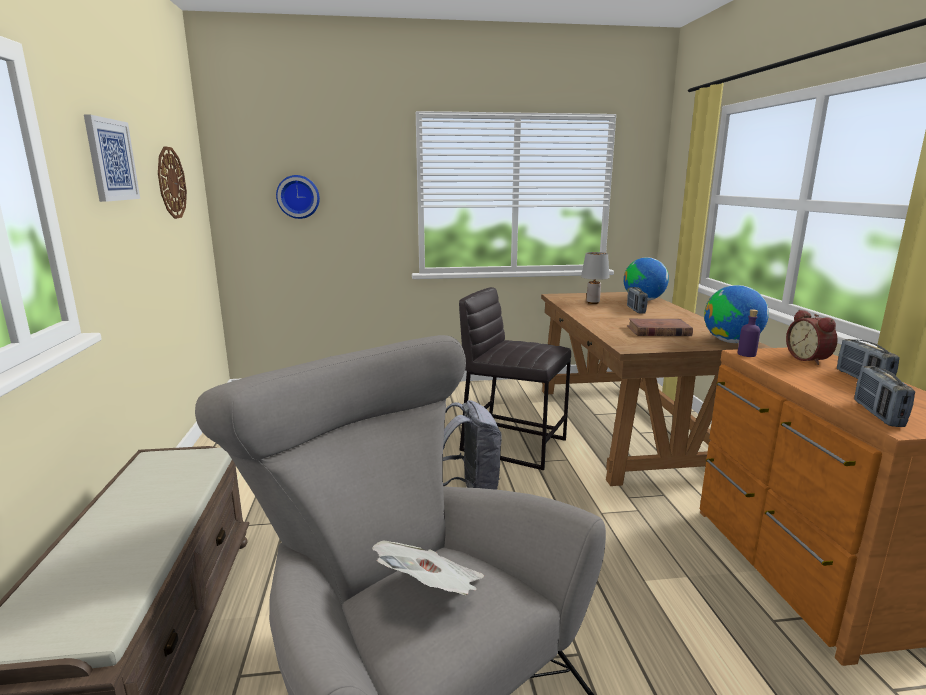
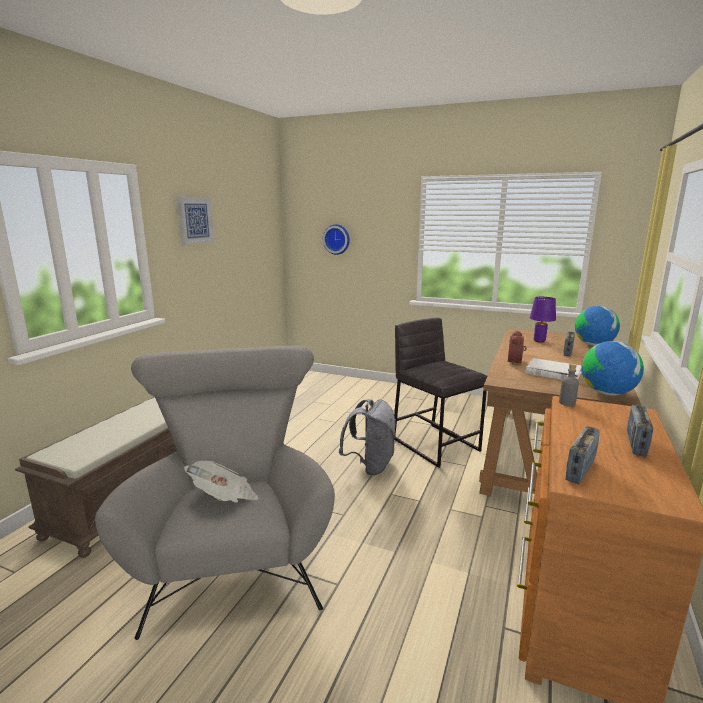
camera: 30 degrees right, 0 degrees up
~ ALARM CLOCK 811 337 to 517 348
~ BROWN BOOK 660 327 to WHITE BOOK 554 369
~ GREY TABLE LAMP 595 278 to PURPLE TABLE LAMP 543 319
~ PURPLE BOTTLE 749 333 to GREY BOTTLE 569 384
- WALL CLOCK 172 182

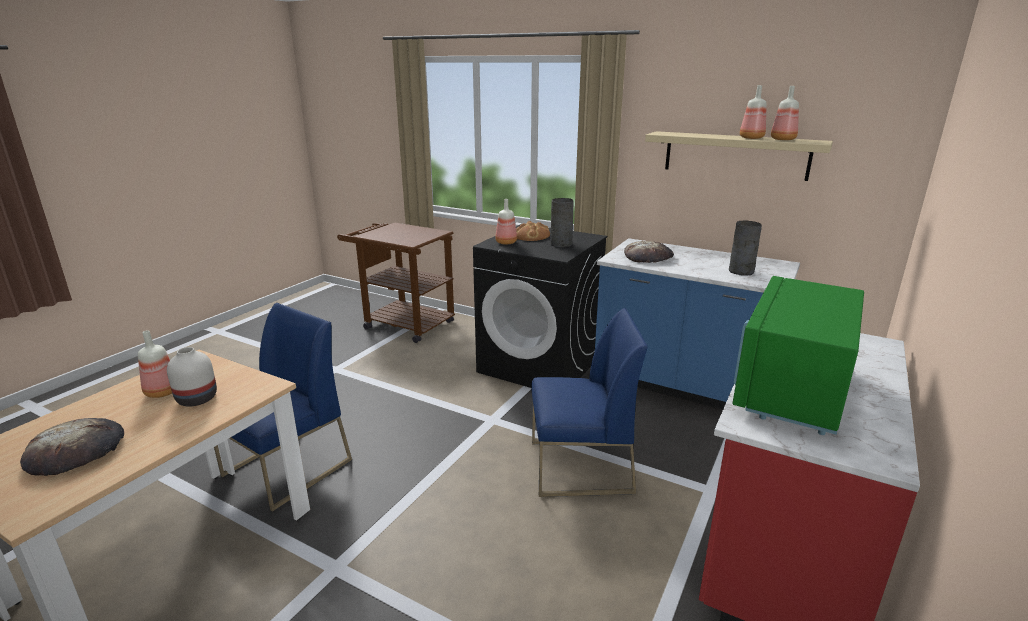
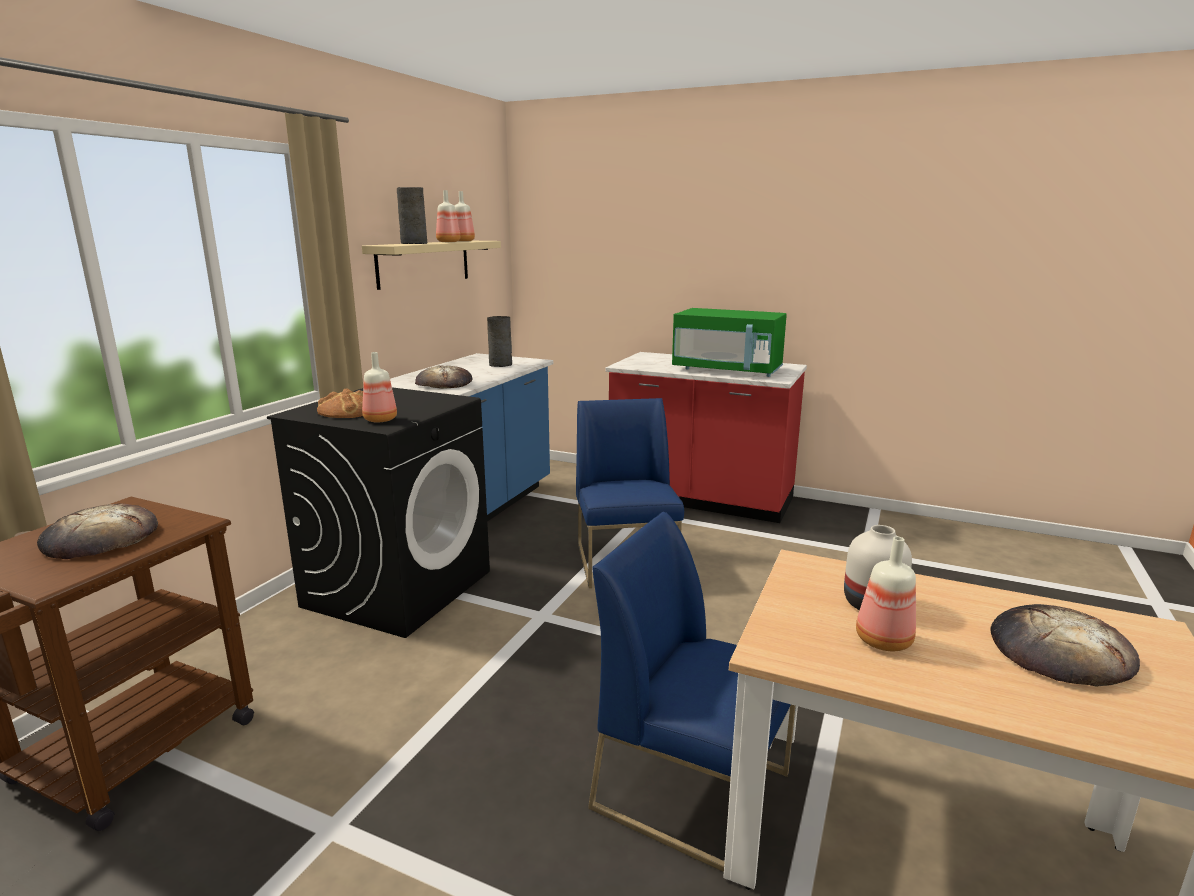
camera: 95 degrees left, 5 degrees down
+ BREAD 97 531
~ GREY VASE 562 223 to 412 215

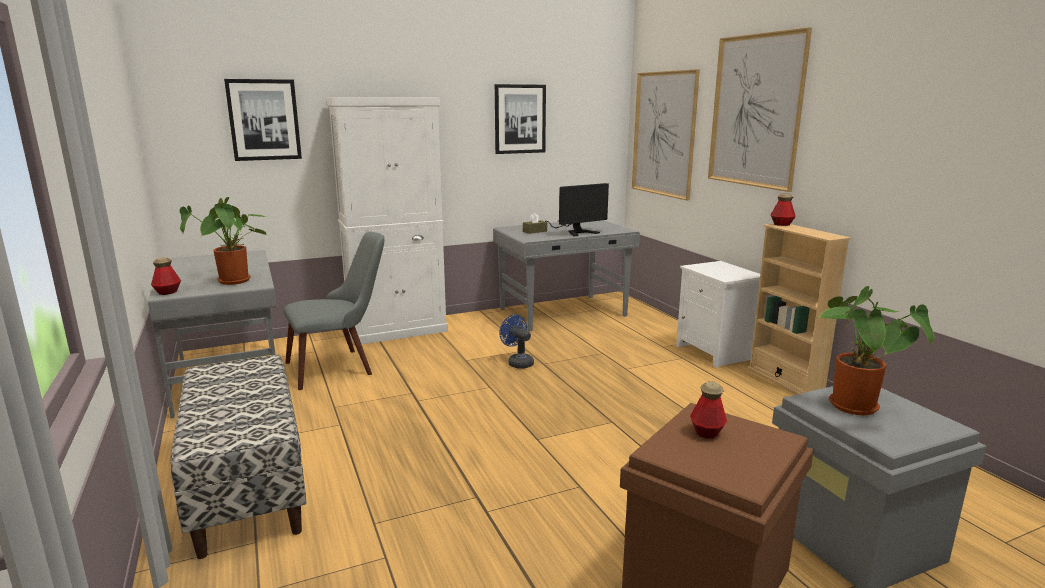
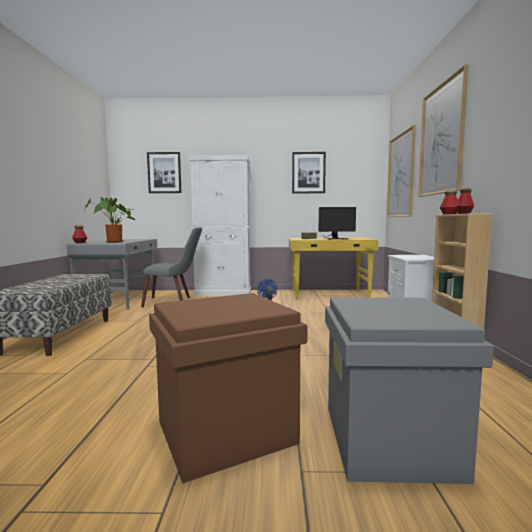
camera: 25 degrees right, 10 degrees down
~ GREY DESK 566 275 to YELLOW DESK 334 268
~ BOTTLE 708 410 to 464 200
- POTTED PLANT 876 350

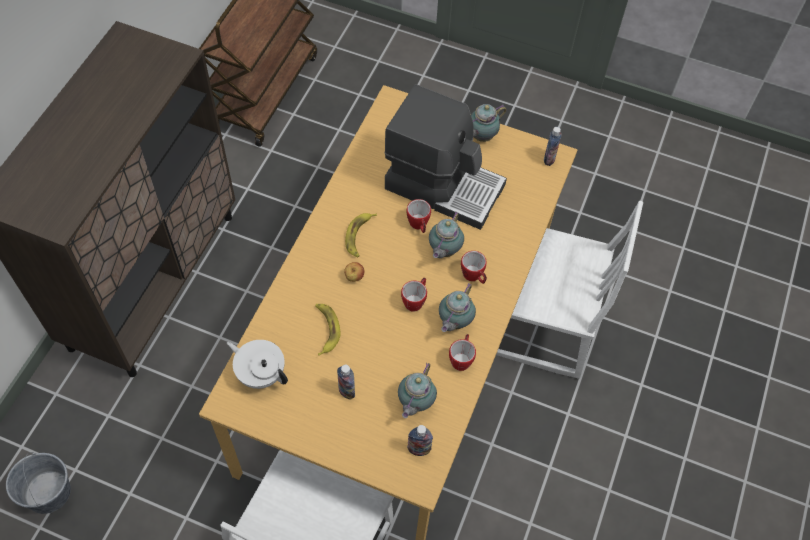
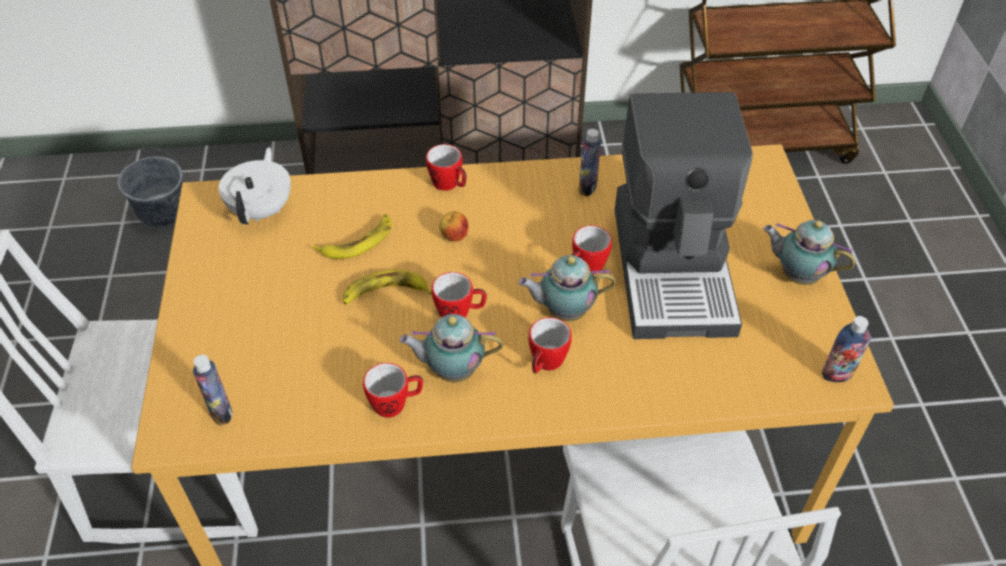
camera: 65 degrees right, 10 degrees down
~ BANANA 361 235 to 387 287
+ MUG 446 167
~ BOTTLE 346 382 to 590 162
- TEAPOT 417 390

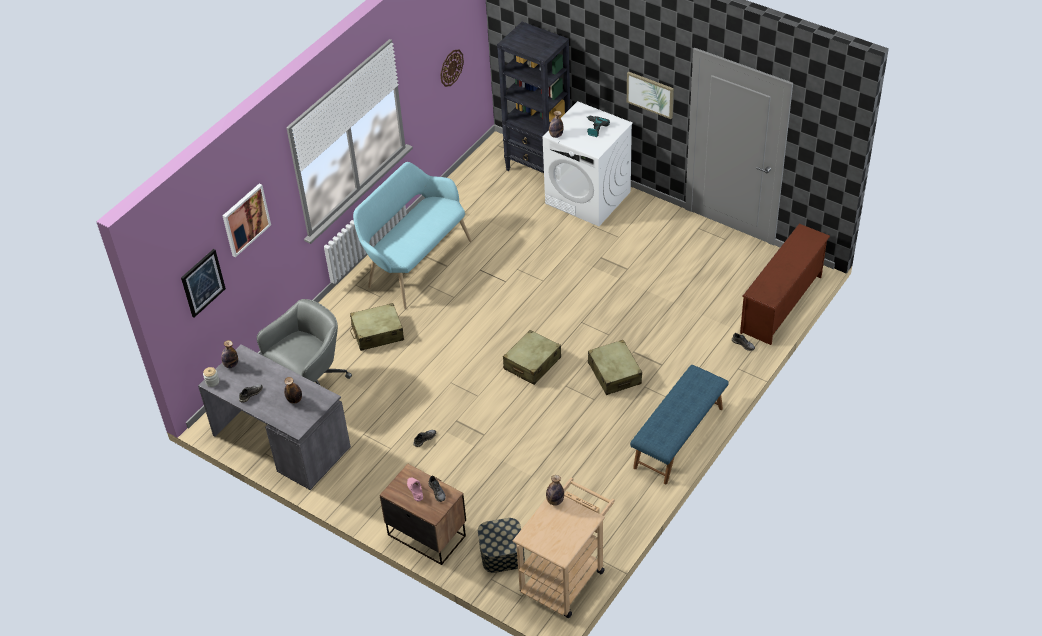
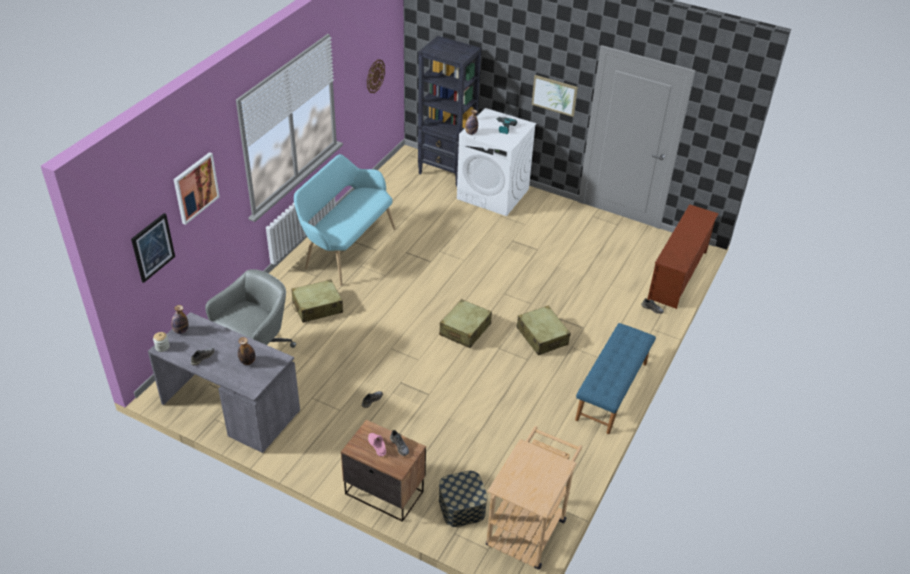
camera: 10 degrees left, 5 degrees down
- BOTTLE 555 490

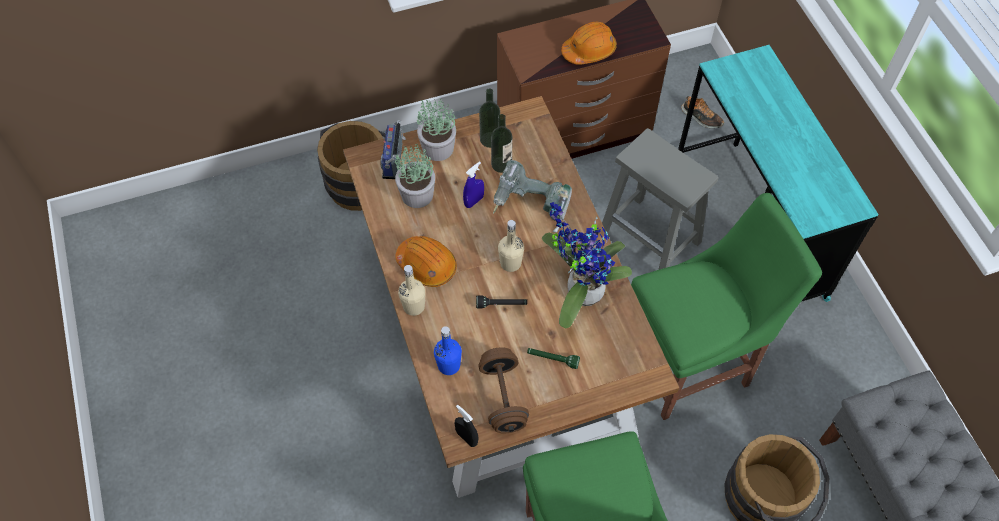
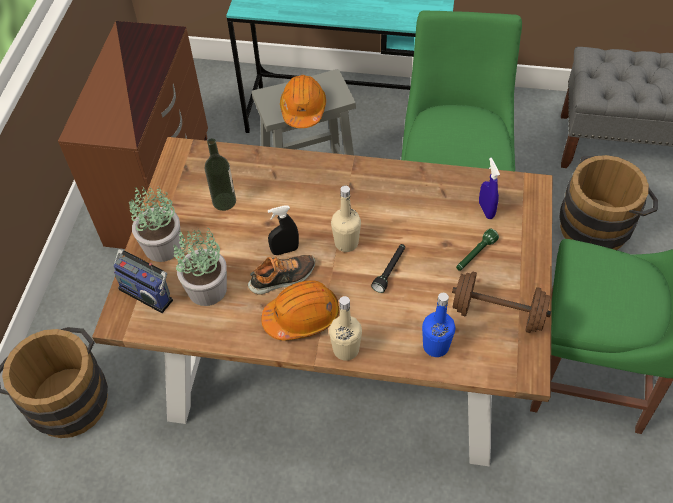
camera: 60 degrees left, 5 degrees down
~ SHOE 702 112 to 281 275
~ BLACK SPRAY BOTTLE 466 426 to 283 230
~ ORANGE HARD HAT 589 43 to 303 101
~ BLUE SPRAY BOTTLE 473 184 to 489 188
- BOTTLE 489 118
- POWER DRILL 532 196
- POTTED PLANT 587 265

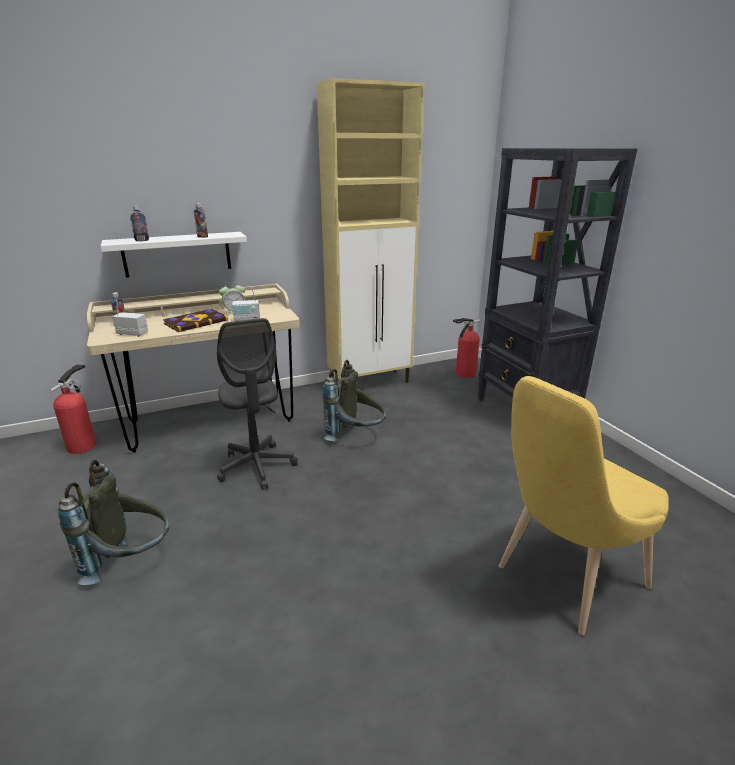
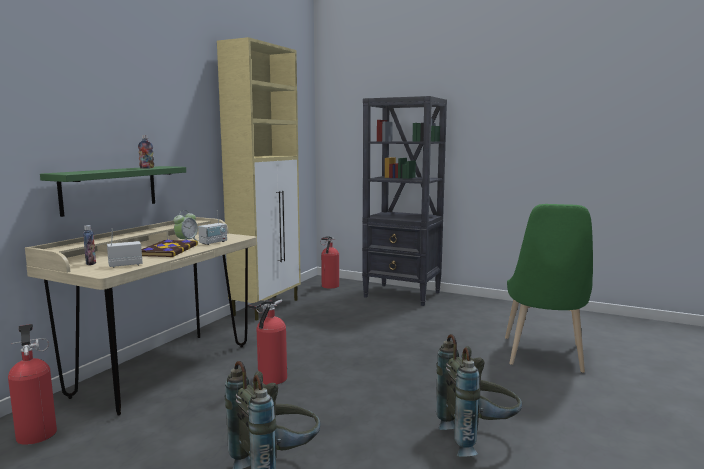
camera: 40 degrees left, 15 degrees down
~ WHITE SHELF 174 255 to GREEN SHELF 113 191
~ GREY OFFICE CHAIR 257 404 to FIRE EXTINGUISHER 267 342
~ GREY BACKPACK 354 401 to 479 395
~ YELLOW CHAIR 584 505 to GREEN CHAIR 549 288
- BOTTLE 139 223

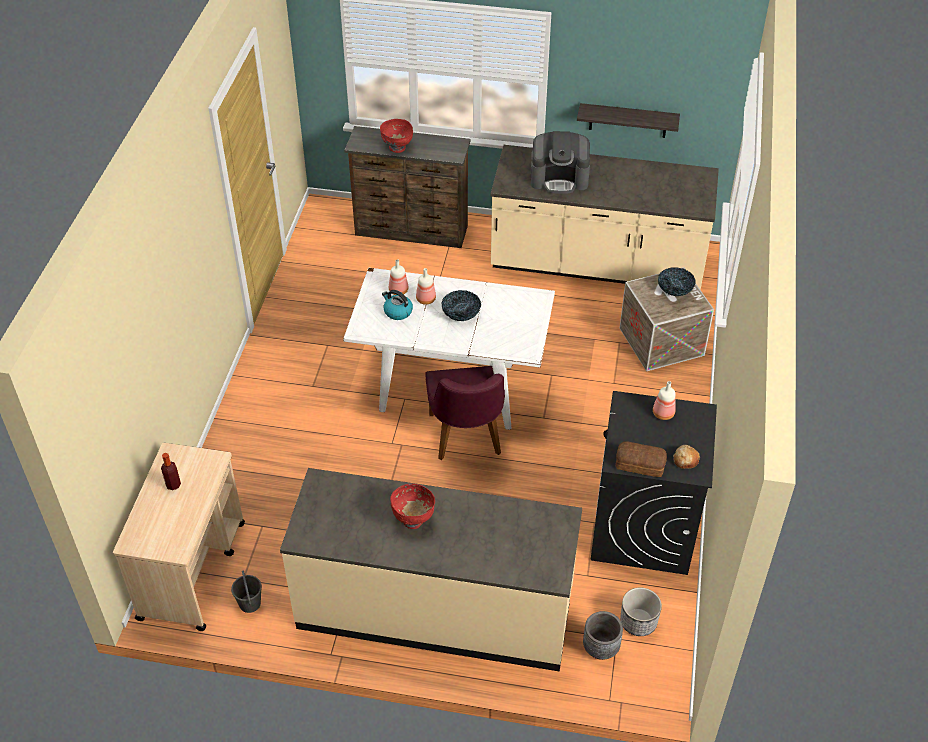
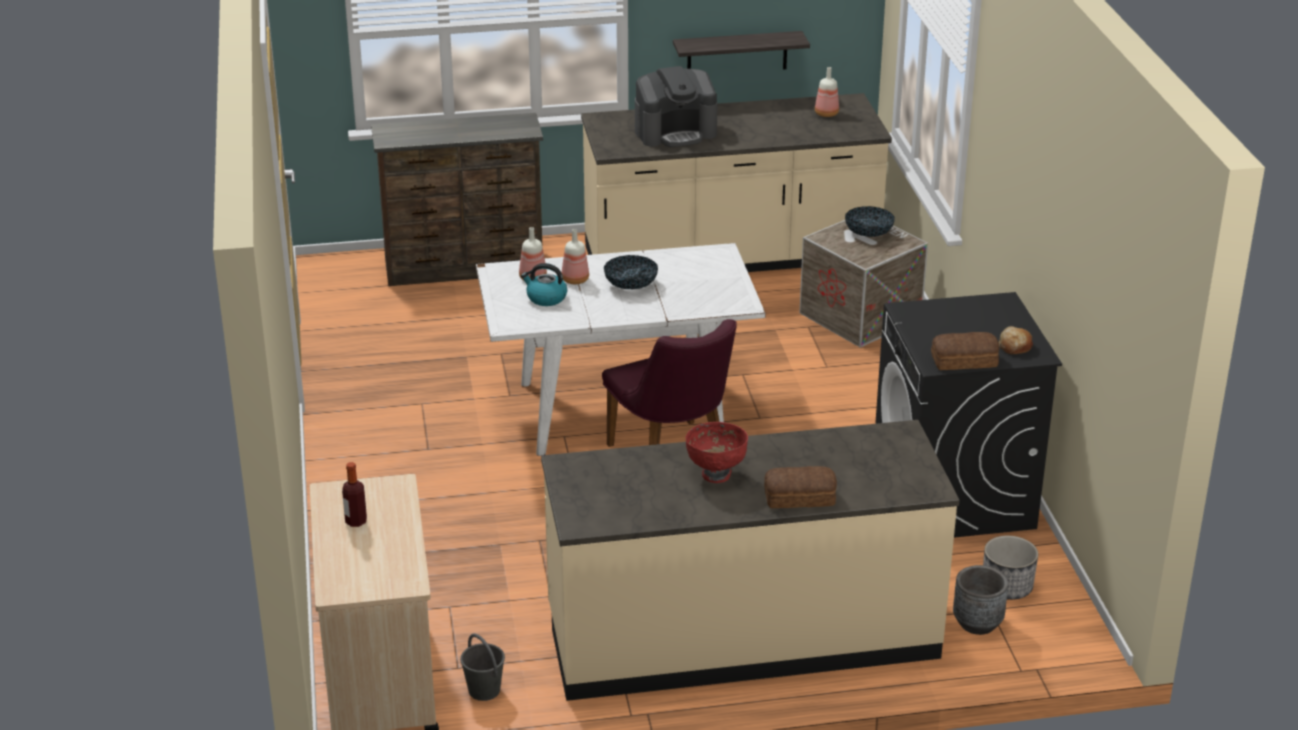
camera: 20 degrees left, 15 degrees down
+ BREAD 800 487
~ BOTTLE 664 400 to 827 92
- RED BOWL 396 136

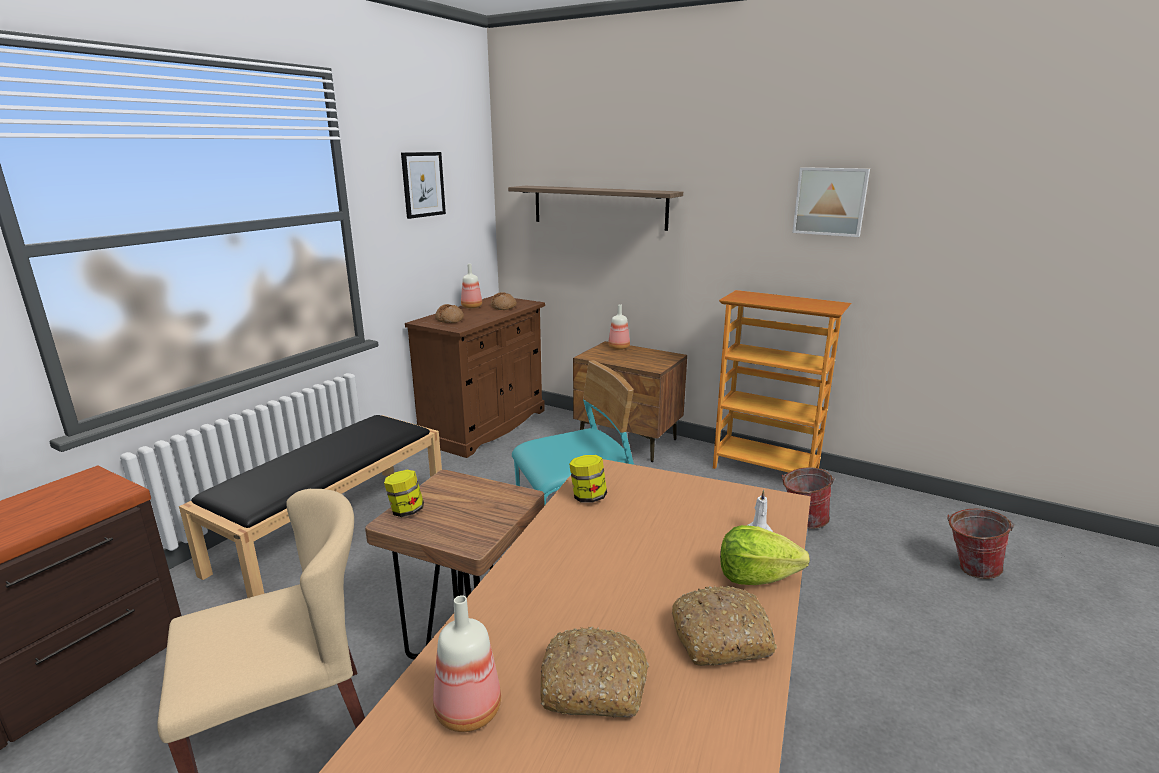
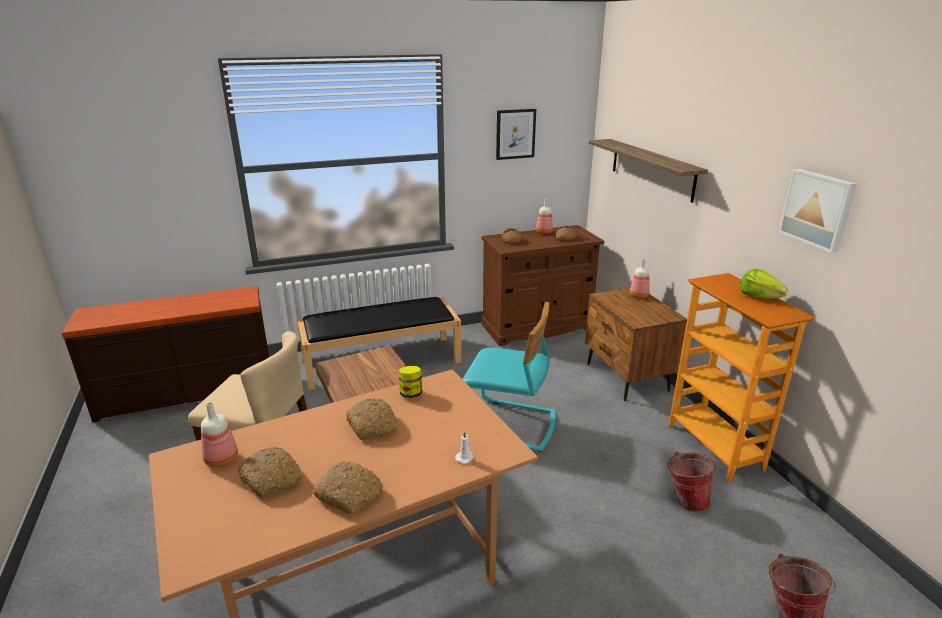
camera: 40 degrees right, 5 degrees up
+ BREAD 372 419
~ LETTUCE 765 555 to 764 284
- JAR 404 493

